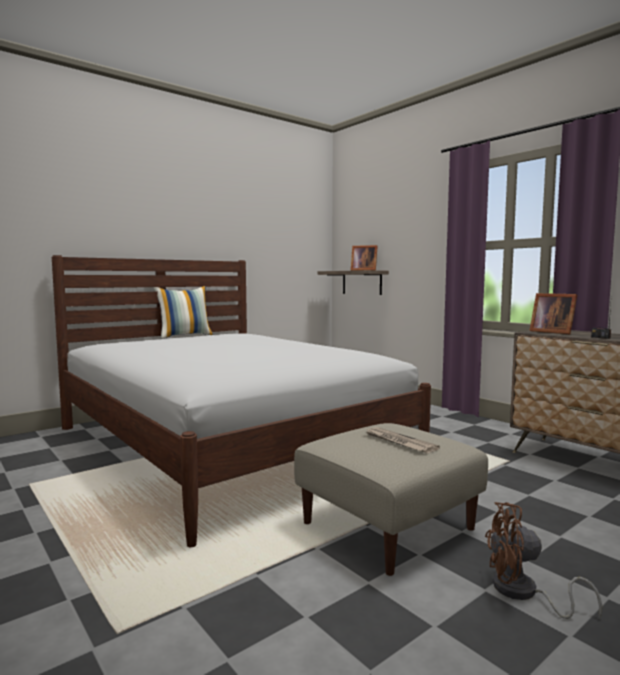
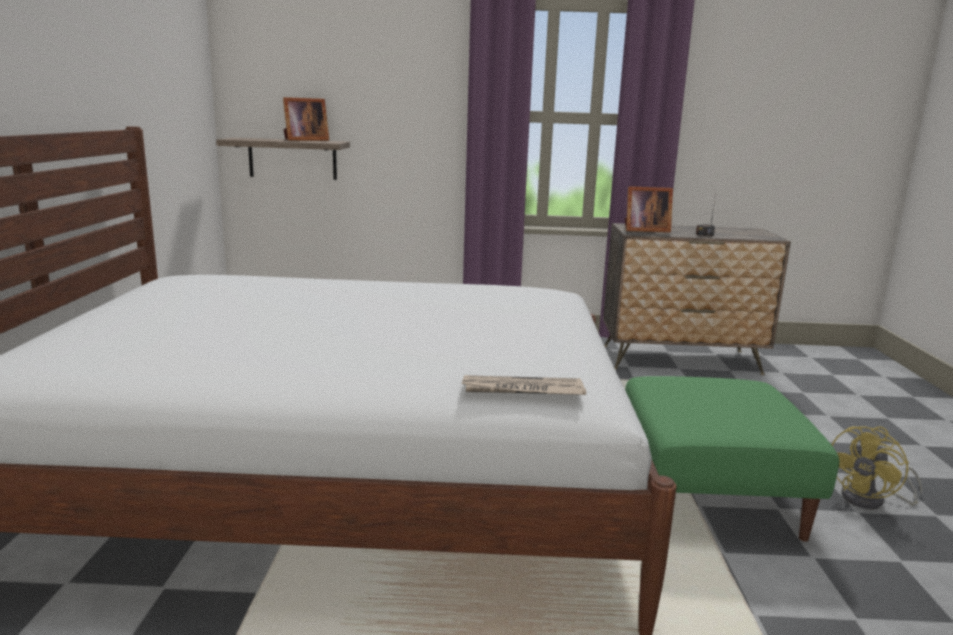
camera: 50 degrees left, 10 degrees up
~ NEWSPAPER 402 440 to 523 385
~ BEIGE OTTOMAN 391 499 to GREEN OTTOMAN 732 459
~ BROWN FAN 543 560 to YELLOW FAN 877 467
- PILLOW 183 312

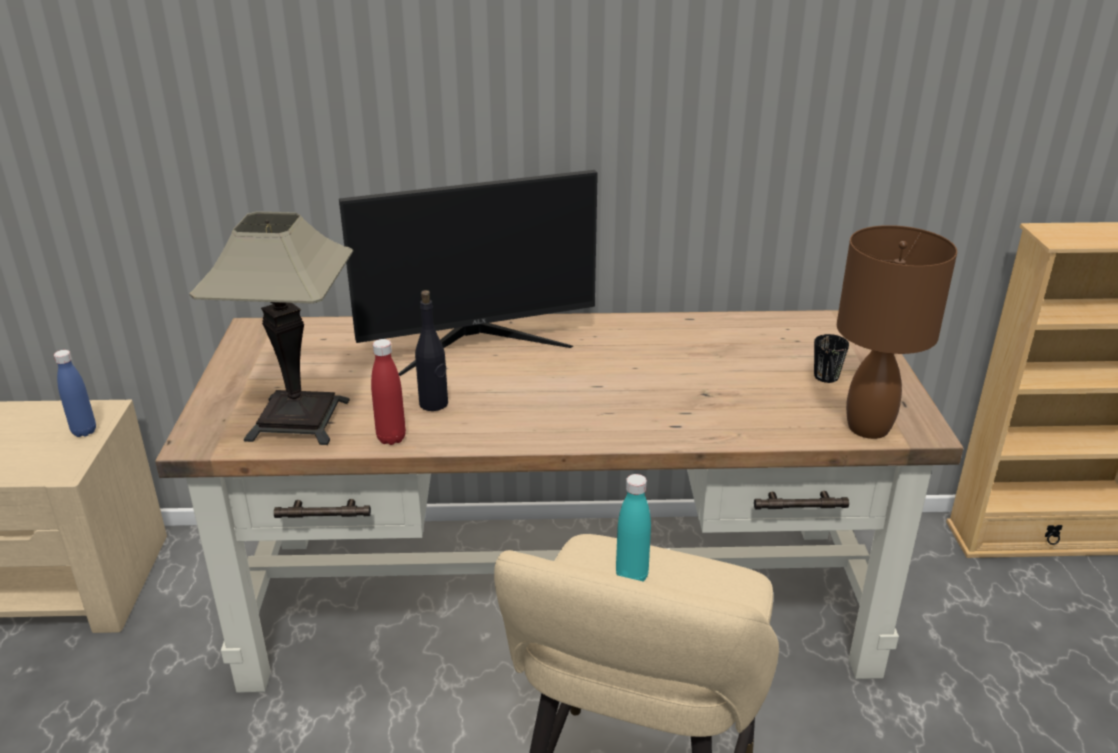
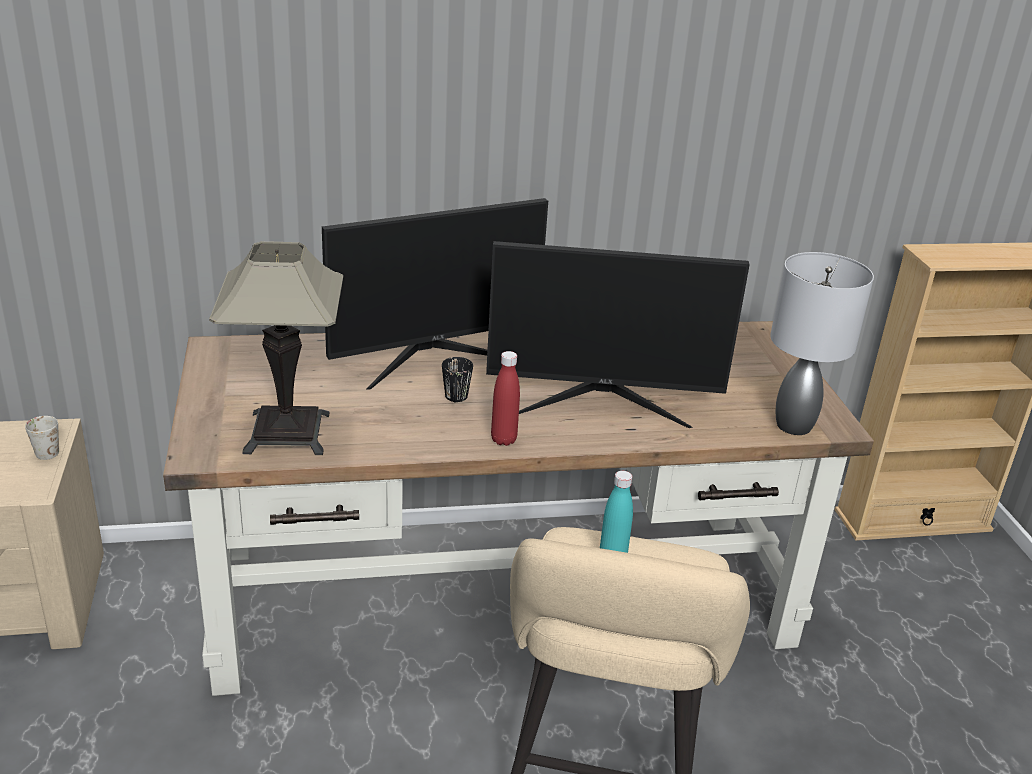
camera: 10 degrees left, 0 degrees up
~ BLUE BOTTLE 75 393 to WHITE MUG 42 438
~ BLACK MUG 831 358 to 457 380
+ MONITOR 618 334
~ RED BOTTLE 388 392 to 505 398
~ BROWN TABLE LAMP 897 332 to GREY TABLE LAMP 822 343
- BLACK BOTTLE 431 350

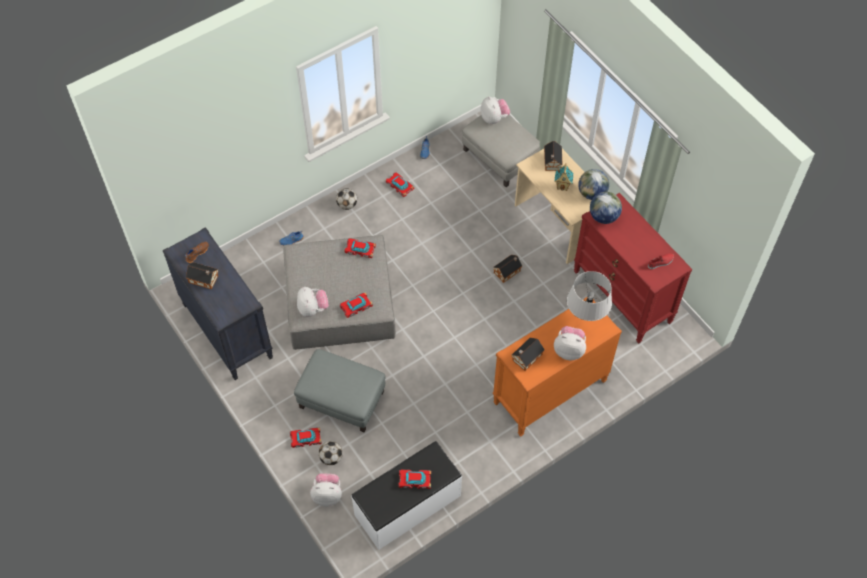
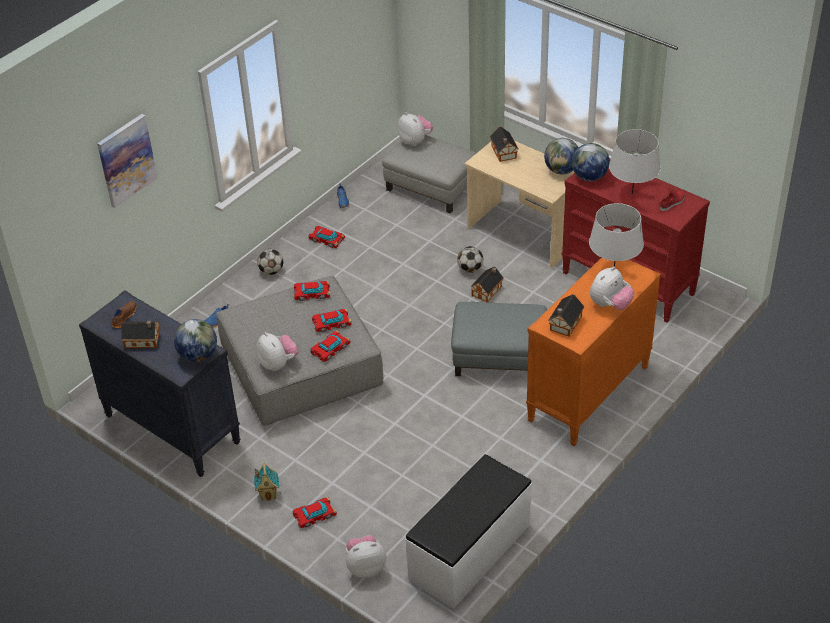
camera: 15 degrees left, 15 degrees down
+ PICTURE 127 161
+ GLOBE 195 340
~ TOY HOUSE 564 177 to 266 482
~ TOY CAR 414 479 to 332 320
~ GREY OTTOMAN 340 390 to 499 339
~ FOOTBALL 331 453 to 470 259
~ PLUSH TOY 570 343 = 612 288 135 degrees clockwise
+ GREY TABLE LAMP 635 161

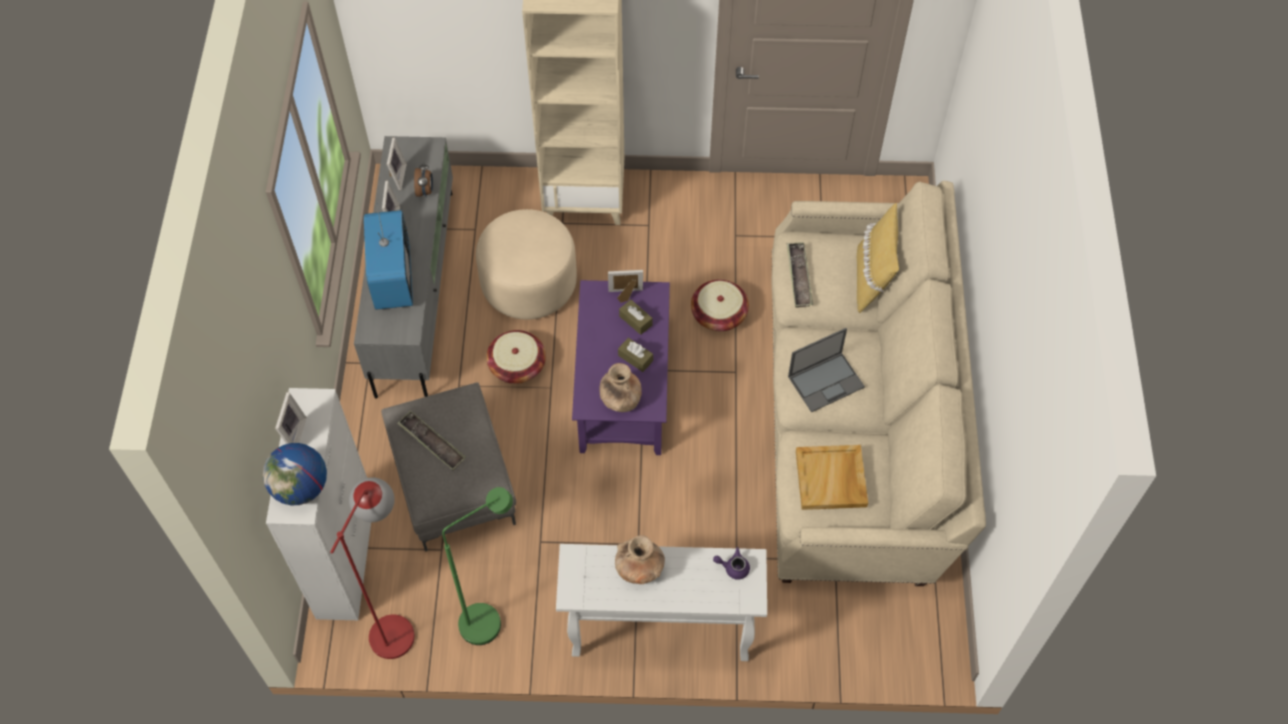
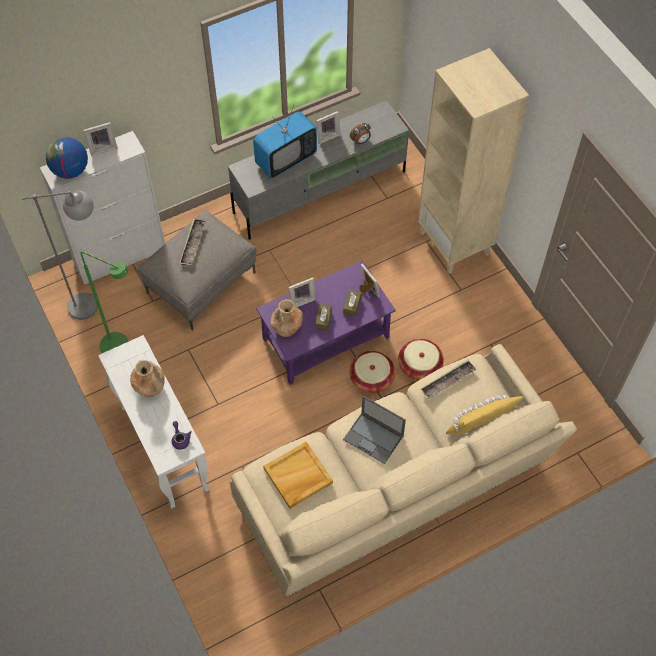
camera: 60 degrees right, 0 degrees up
~ RED FLOOR LAMP 372 568 to GREY FLOOR LAMP 59 255
~ PICTURE FRAME 397 164 to 302 292
~ BASKET 516 357 to 372 372
- BEIGE OTTOMAN 526 264

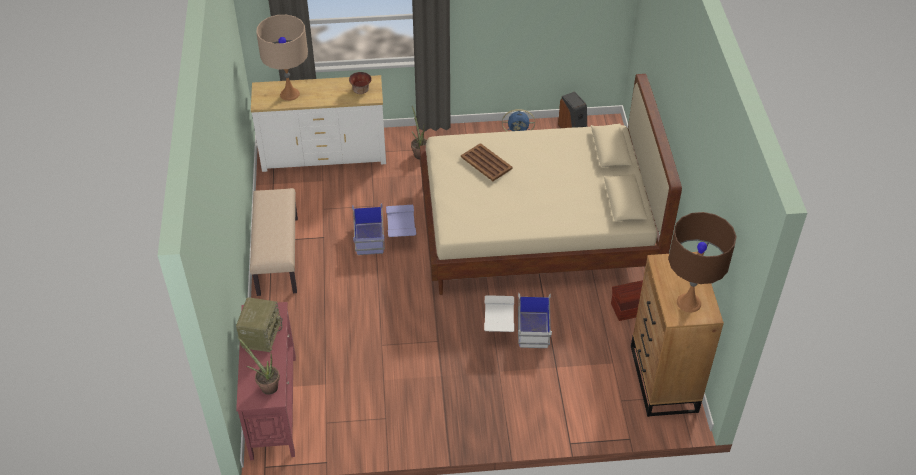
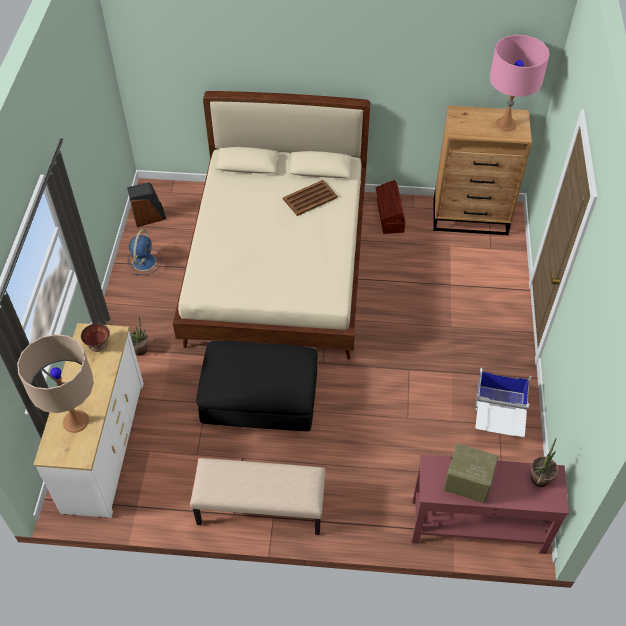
camera: 80 degrees left, 5 degrees up
~ BLUE STORAGE BOX 384 230 to BLACK OTTOMAN 257 386
~ BROWN TRAY 487 162 to 310 198
~ WHITE STORAGE BOX 518 320 to 503 402
~ BROWN TABLE LAMP 702 262 to PINK TABLE LAMP 519 83

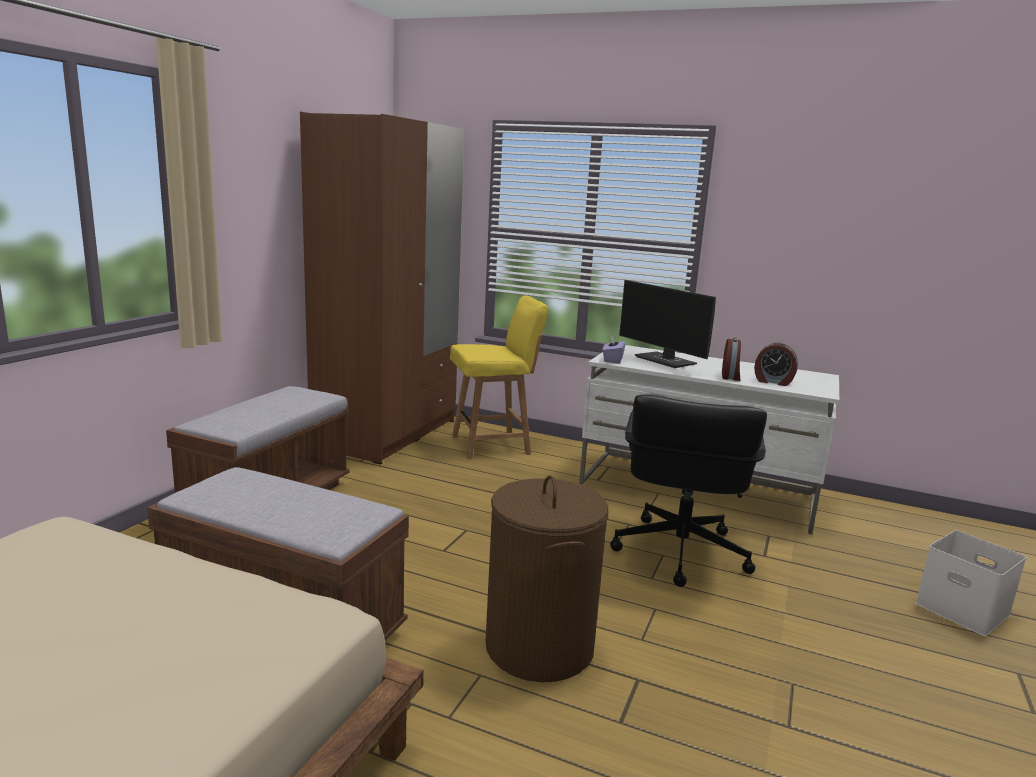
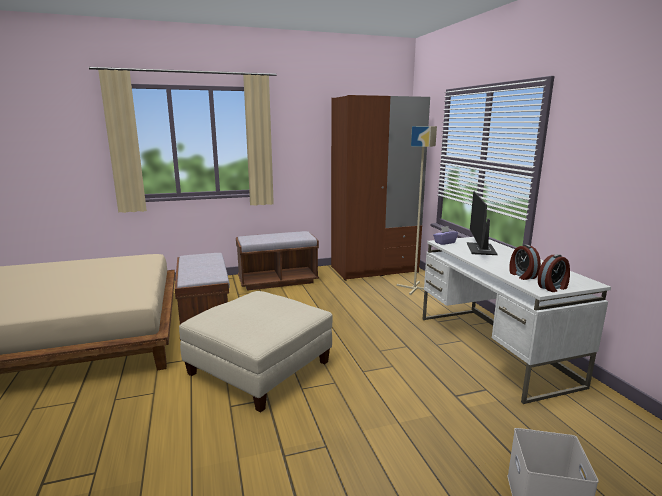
camera: 50 degrees right, 0 degrees up
~ BROWN LAUNDRY BASKET 546 578 to BEIGE OTTOMAN 256 352
~ YELLOW CHAIR 499 377 to BEIGE FLOOR LAMP 417 210
~ ALARM CLOCK 731 359 to 554 273
- BLACK OFFICE CHAIR 688 490

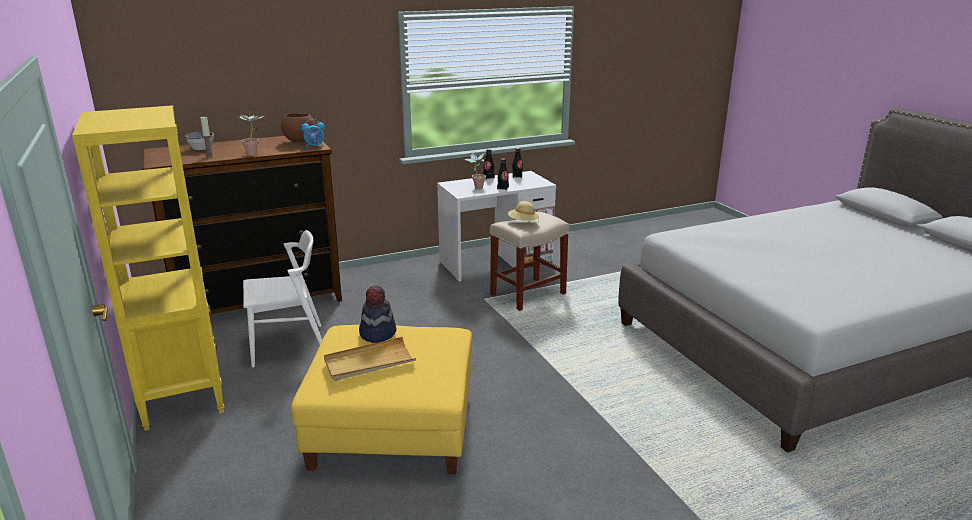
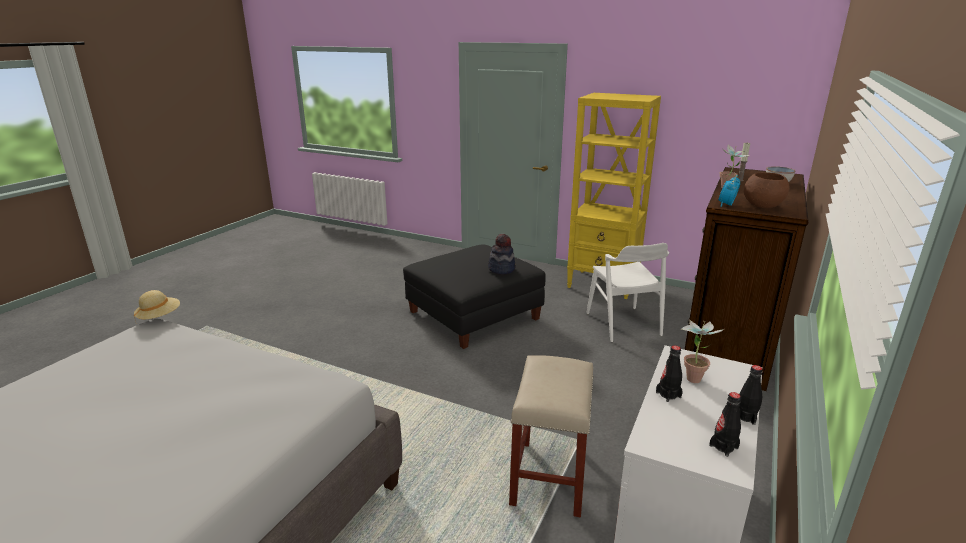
camera: 140 degrees right, 0 degrees up
~ BEIGE HAT 523 211 to 157 306
~ YELLOW OTTOMAN 381 399 to BLACK OTTOMAN 474 296
~ WHITE CHAIR 282 299 = 627 292 45 degrees counterclockwise
- BEIGE TRAY 370 359

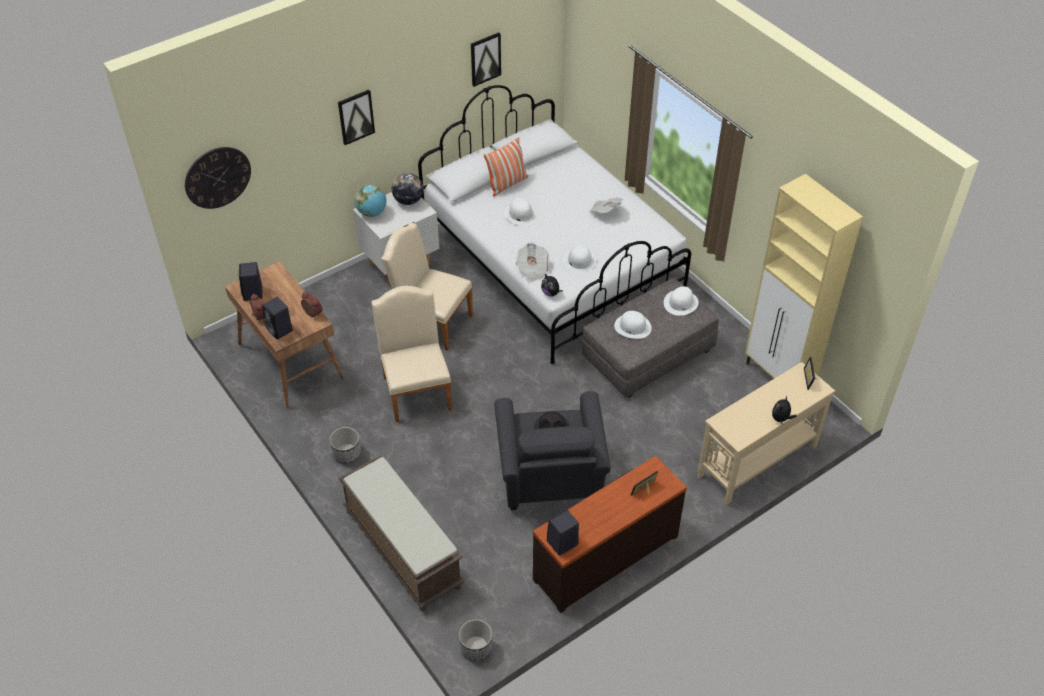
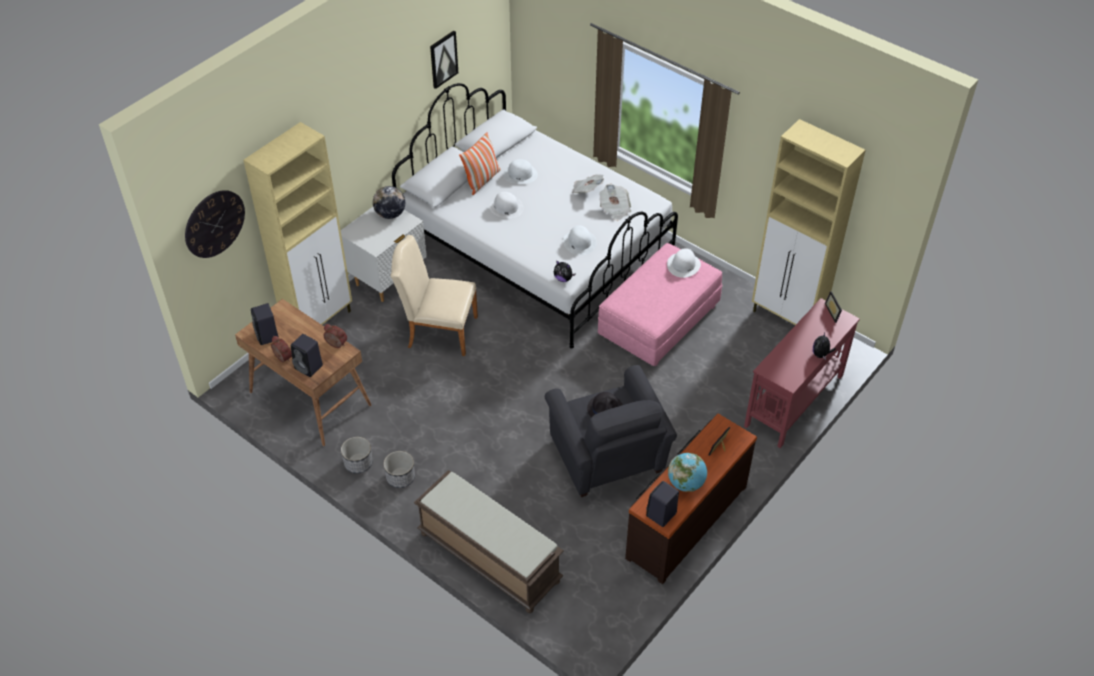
camera: 15 degrees left, 0 degrees up
+ BEIGE CABINET 297 223
~ PLANTER 475 640 to 357 455
~ WHITE HAT 632 325 to 520 171
~ GREY OTTOMAN 650 338 to PINK OTTOMAN 660 304
~ NEWSPAPER 532 262 to 615 202
~ GLOBE 371 201 to 687 472
~ BEIGE CONSOLE TABLE 766 434 to RED CONSOLE TABLE 802 373
- PICTURE 356 117
- BEIGE CHAIR 411 354

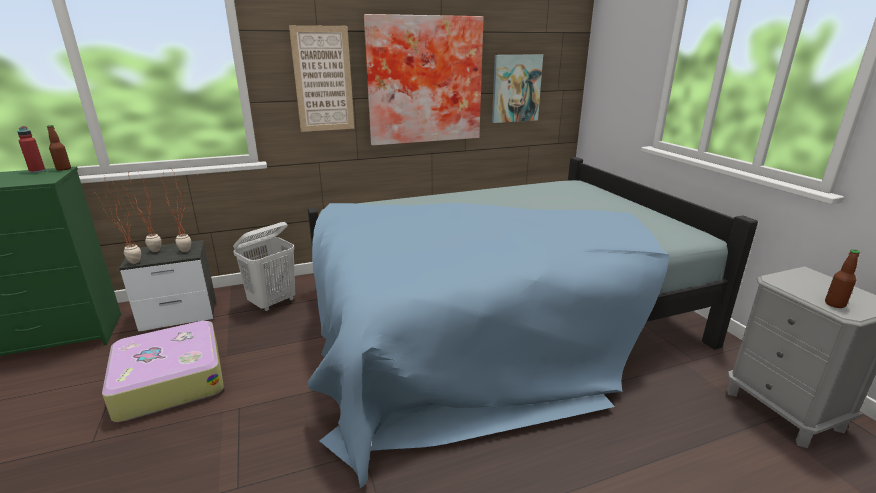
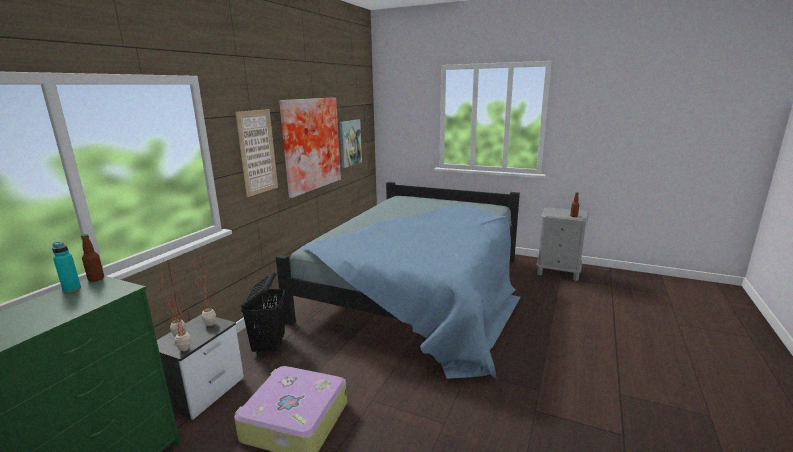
camera: 45 degrees left, 5 degrees down
~ RED BOTTLE 31 149 to TURQUOISE BOTTLE 66 267
~ WHITE LAUNDRY BASKET 264 267 to BLACK LAUNDRY BASKET 263 313

